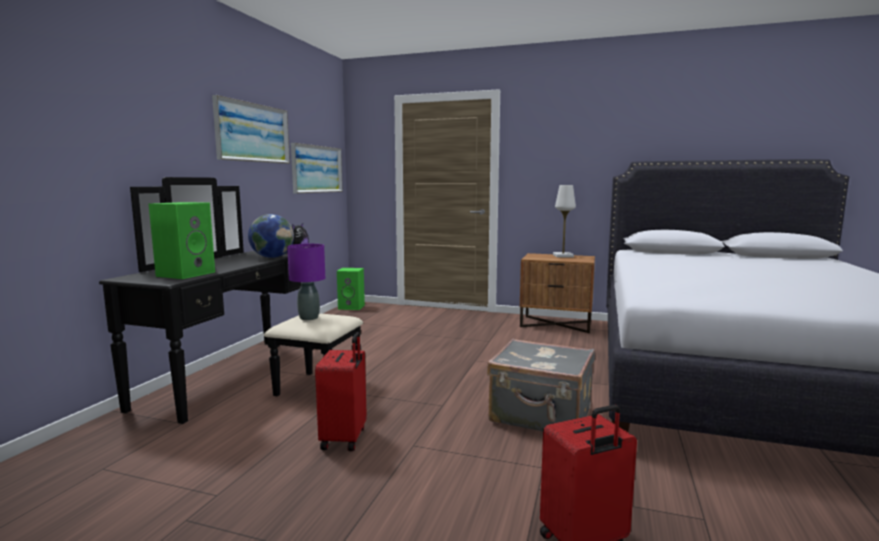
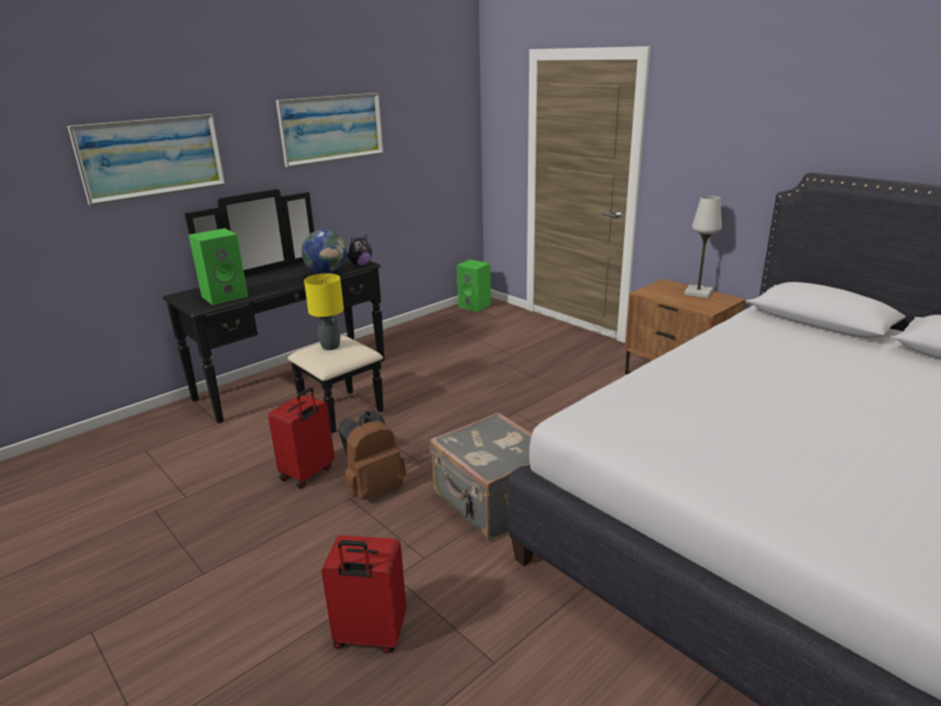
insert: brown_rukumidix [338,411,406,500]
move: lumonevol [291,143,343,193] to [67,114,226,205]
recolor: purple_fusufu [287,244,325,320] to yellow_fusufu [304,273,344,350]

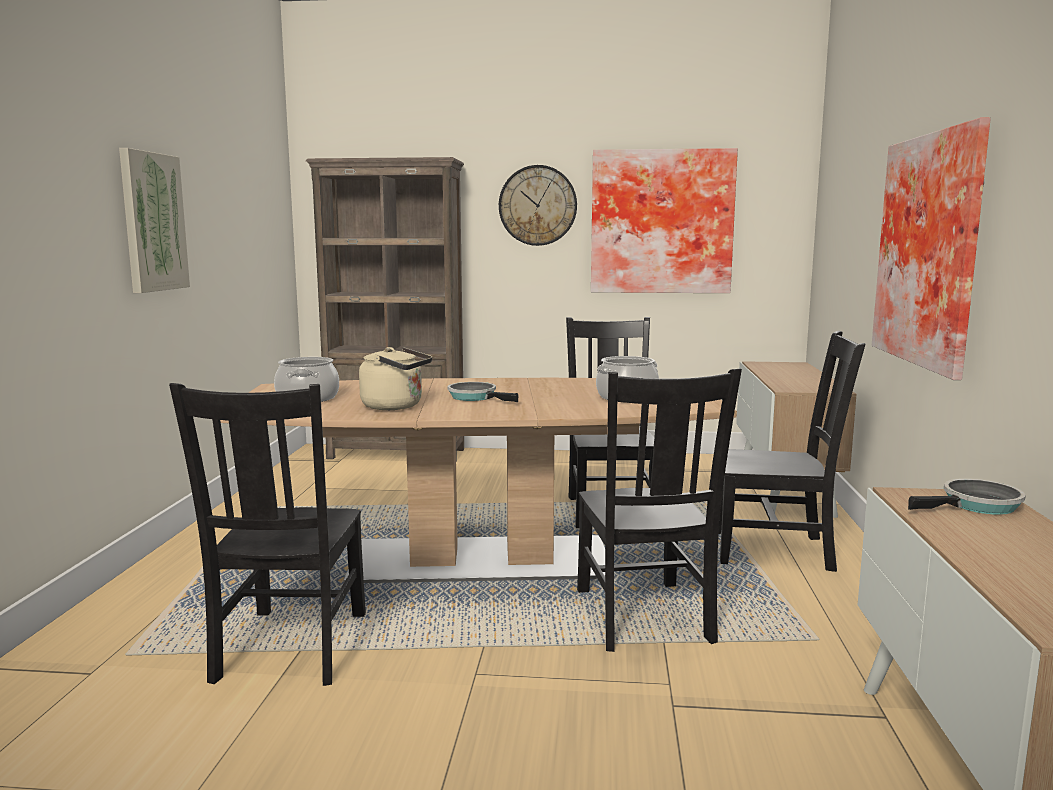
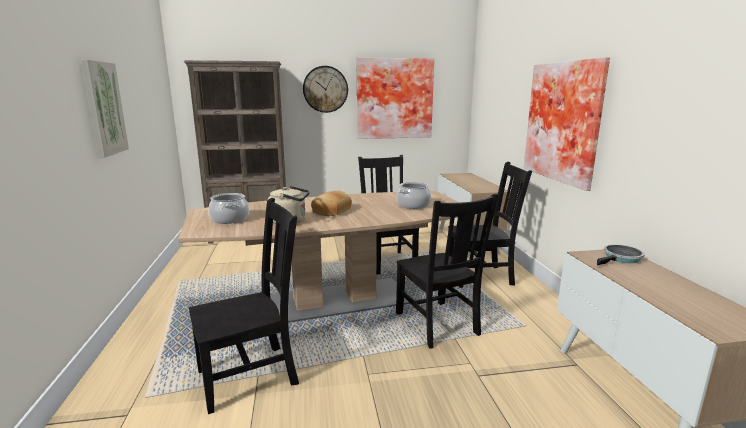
replace: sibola [448,382,518,402] to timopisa [311,190,352,216]
rotate: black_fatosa [169,383,366,686] = [189,198,299,414] 105 degrees counterclockwise

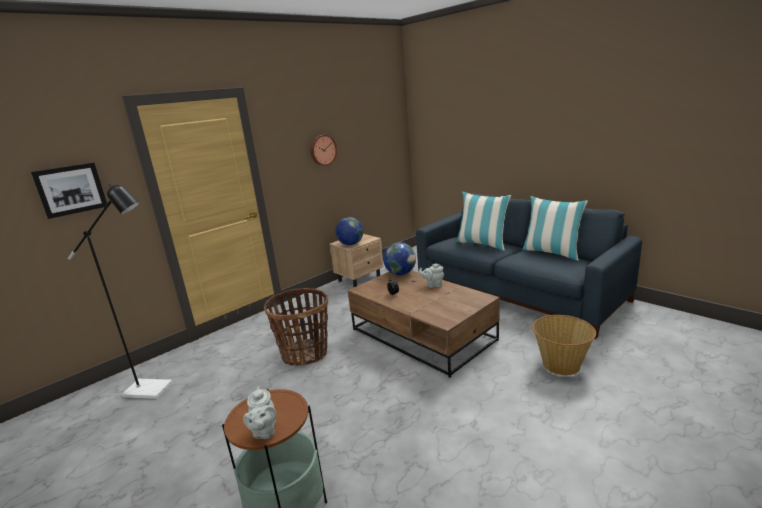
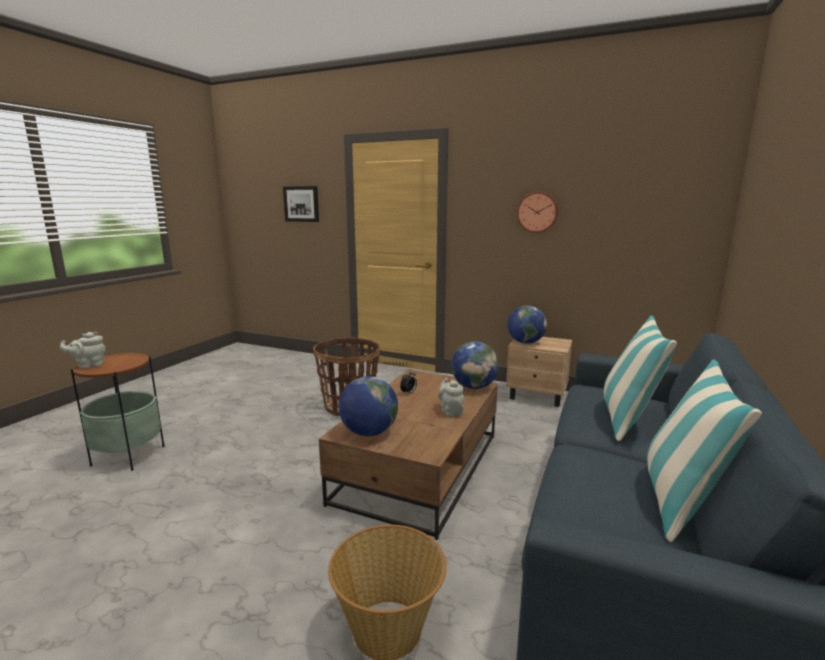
delete: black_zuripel [68,183,172,399]
insert: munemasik [339,376,398,436]

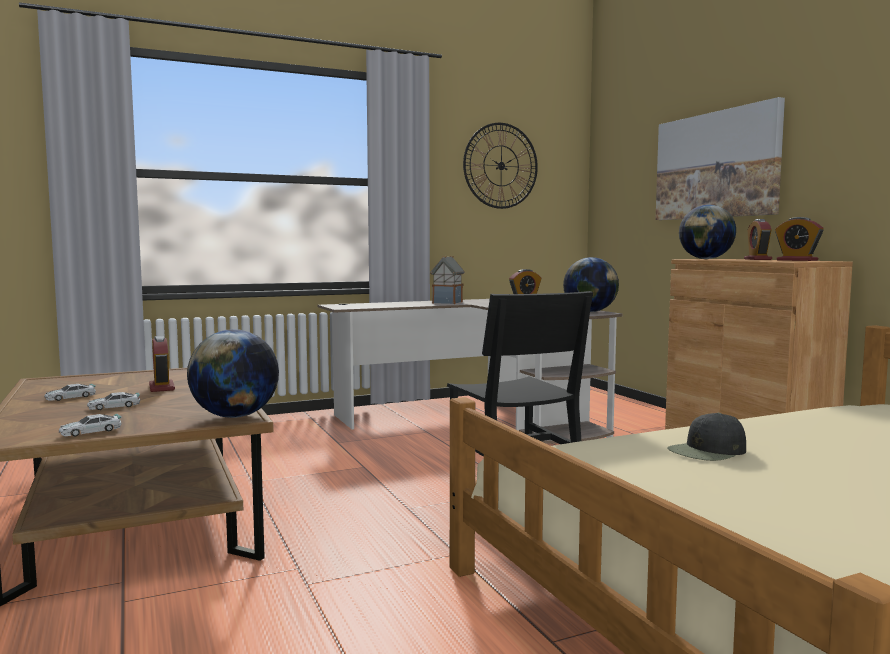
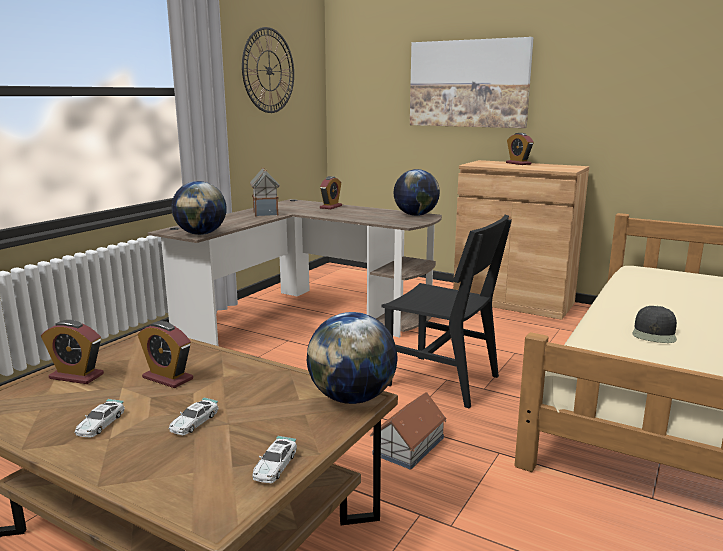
insert: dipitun [370,392,447,470]
move: munemasik [679,205,736,259] to [171,181,227,235]; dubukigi [775,217,824,261] to [41,320,104,384]

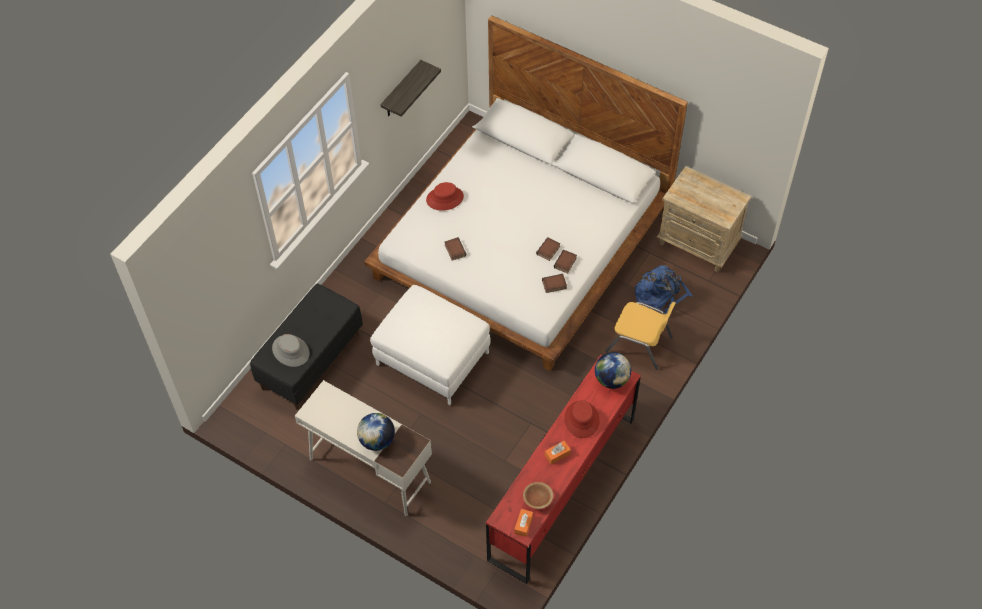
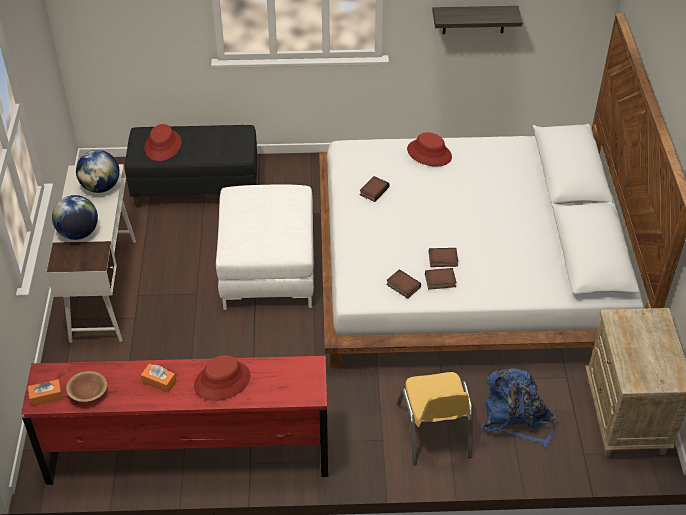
move: munemasik [595,352,631,389] to [76,150,120,193]
recolor: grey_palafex [272,334,309,367] to red_palafex [144,124,181,161]

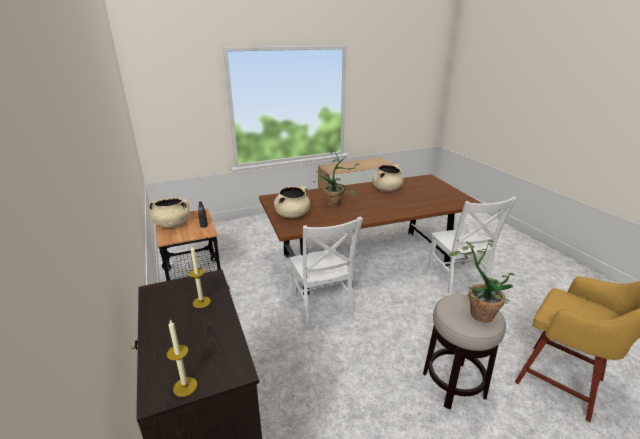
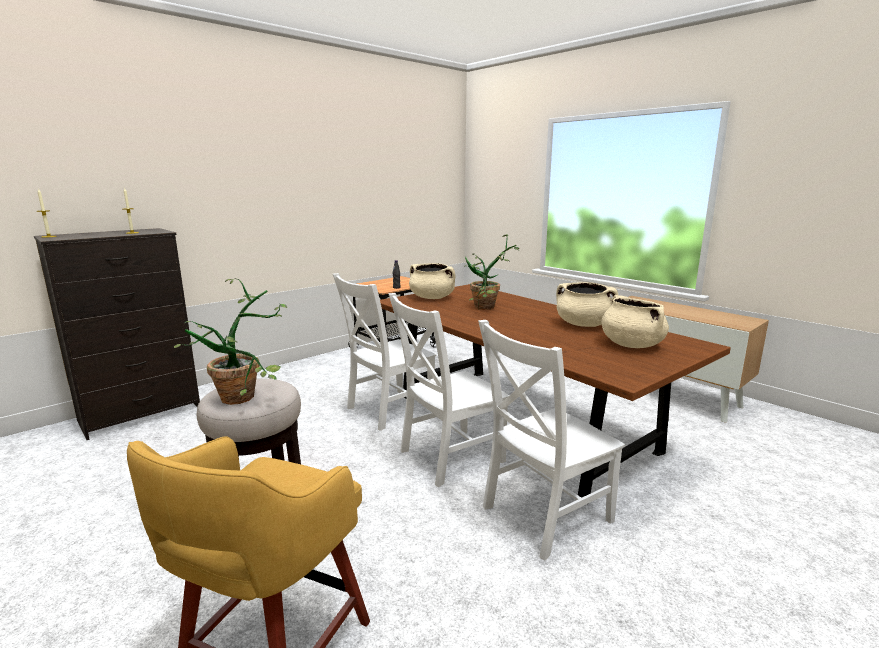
insert: white_fatosa [388,293,509,487]
move: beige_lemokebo [148,198,190,228] to [601,295,669,348]

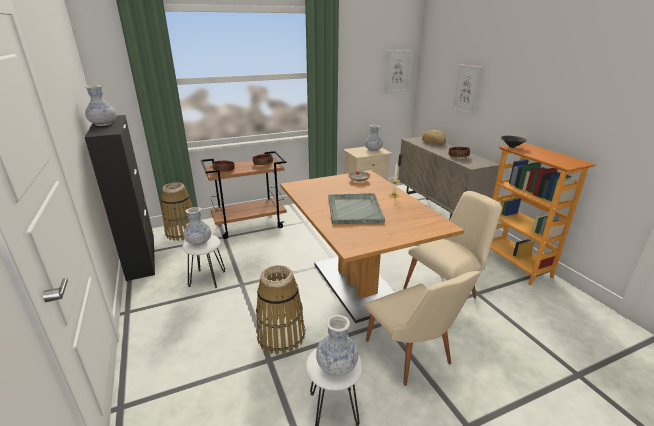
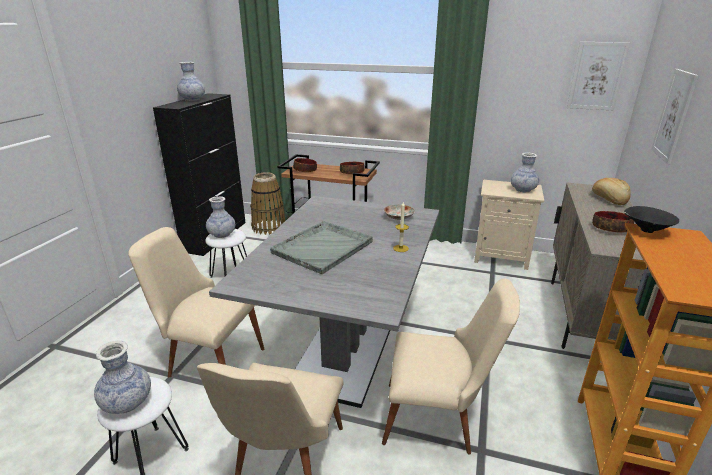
replace: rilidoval [256,265,305,355] to beige_fatosa [128,227,264,377]
recolor: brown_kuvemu [280,170,464,323] to grey_kuvemu [209,196,439,408]

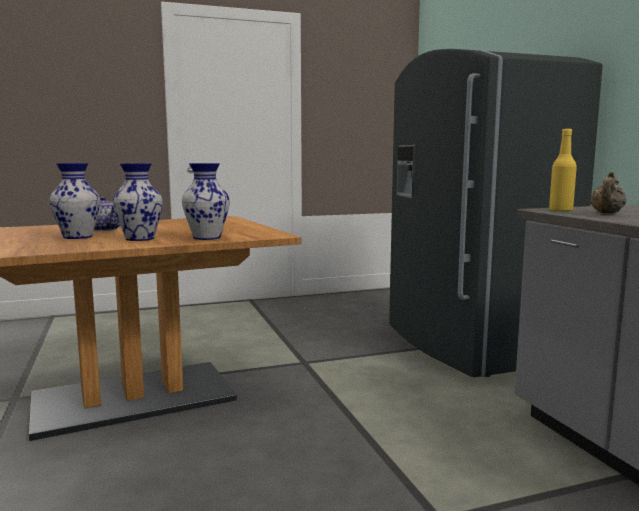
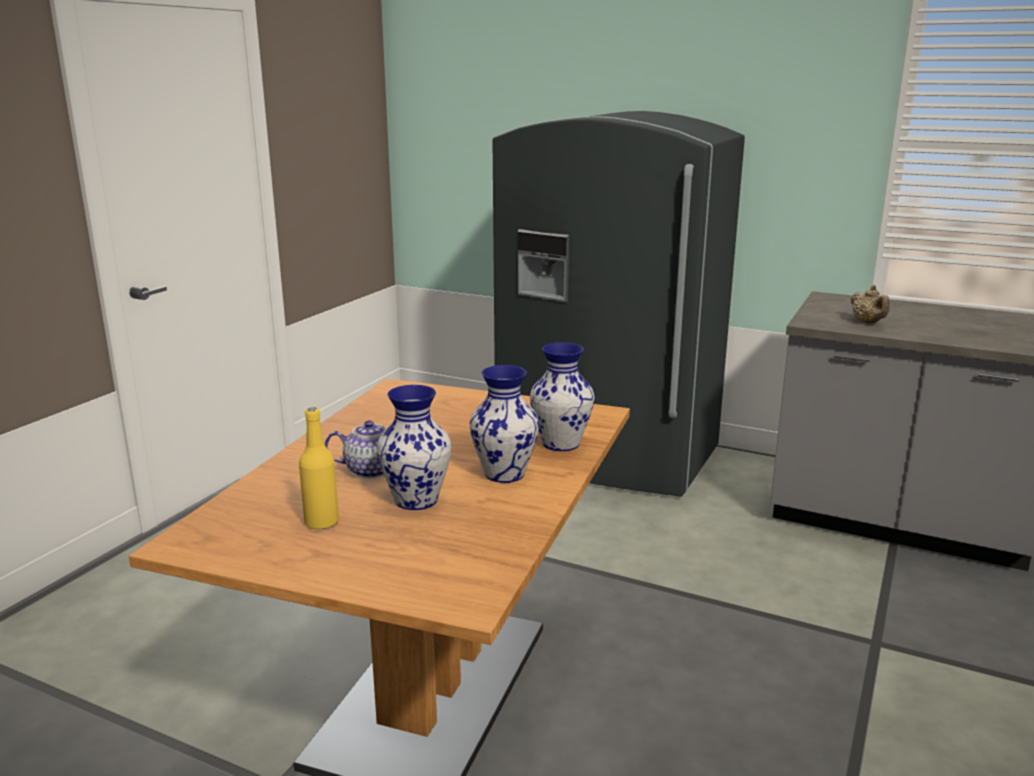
move: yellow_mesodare [549,129,577,212] to [299,407,339,530]

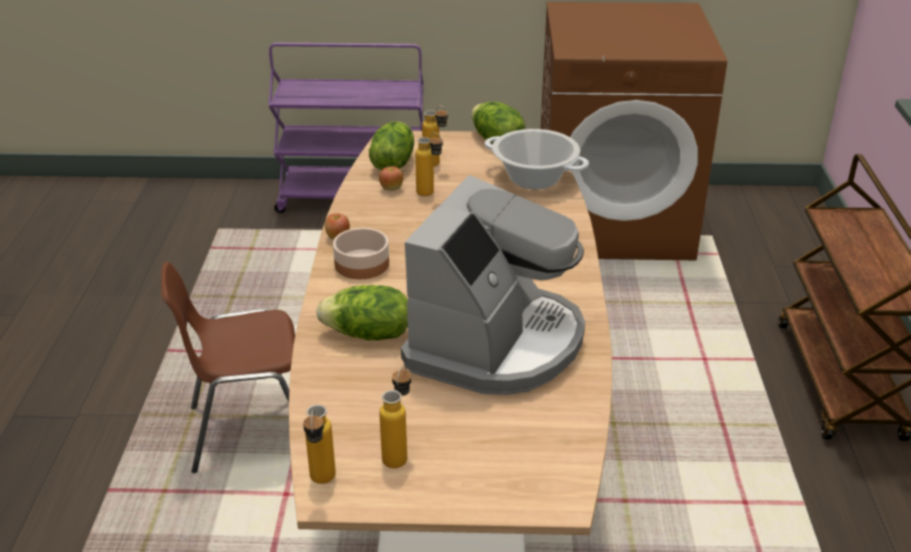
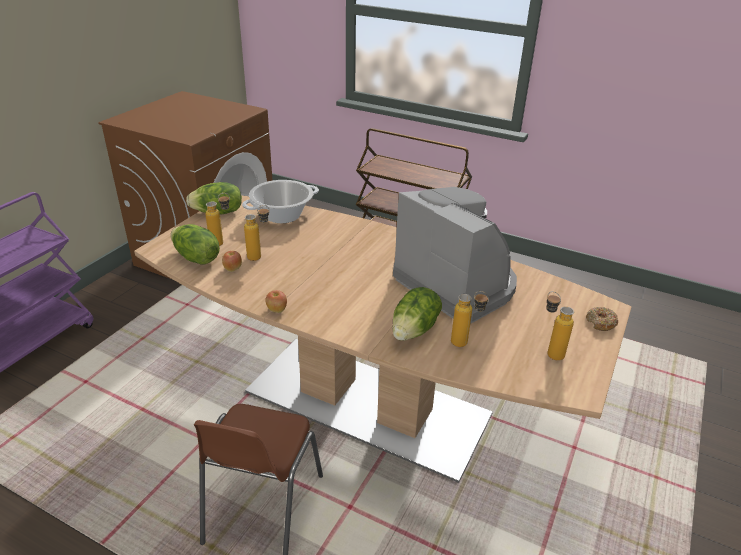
delete: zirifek [333,228,389,279]
insert: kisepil [586,307,618,331]
move: mesodare [303,405,336,484] to [451,291,489,347]

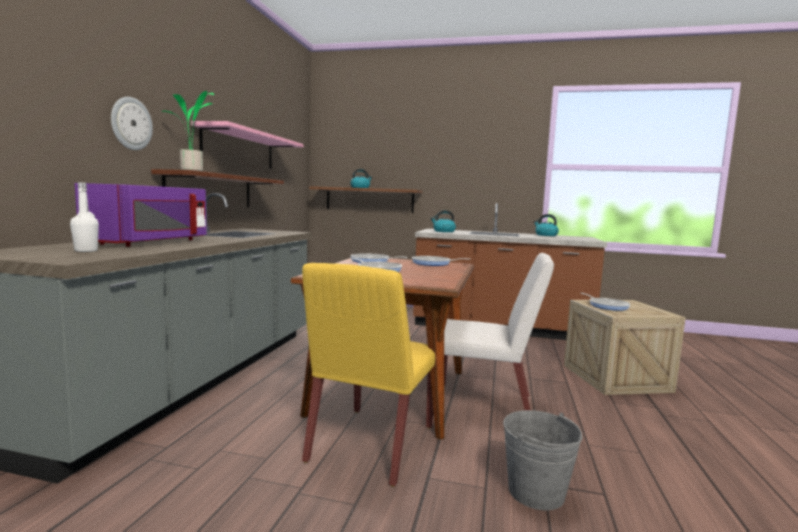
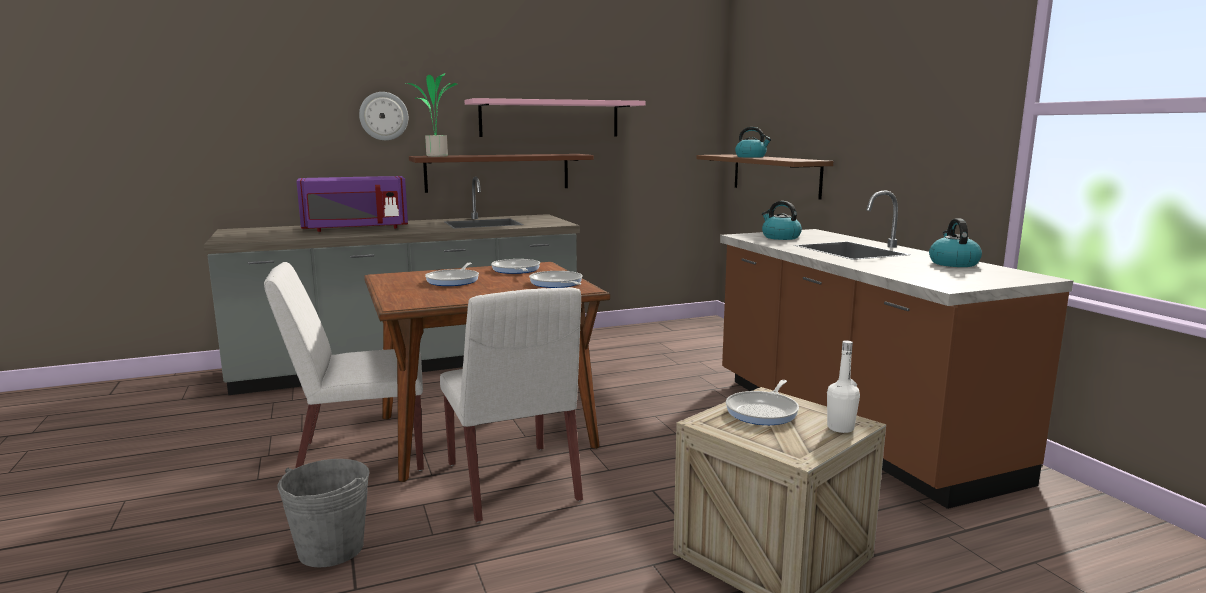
move: white_mesodare [70,182,99,252] to [827,340,860,433]
recolor: yellow_fatosa [302,263,435,487] to white_fatosa [264,262,424,471]

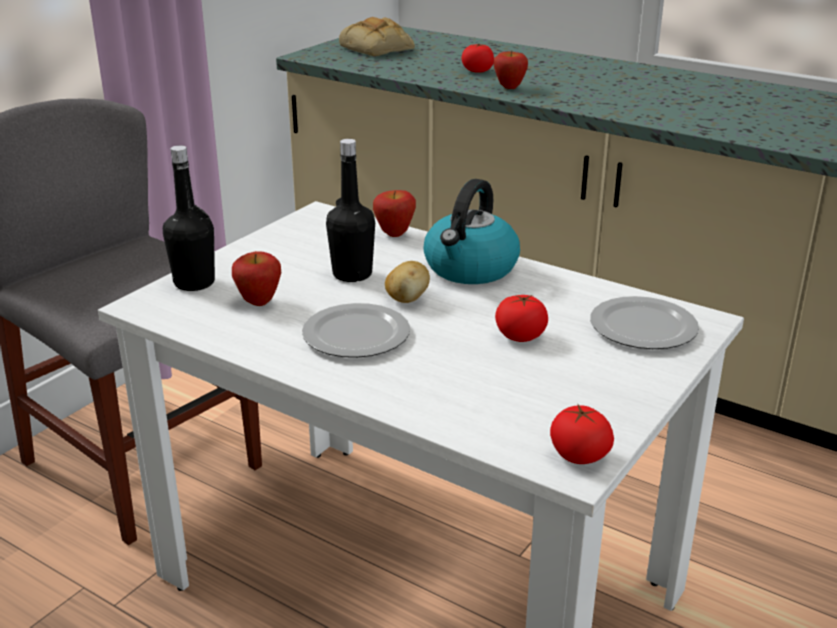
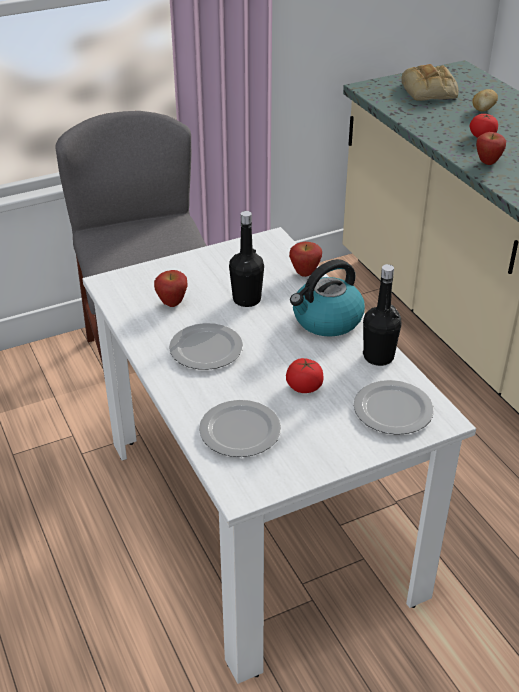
delete: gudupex [550,405,614,464]
insert: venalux [199,400,281,457]
move: black_mesodare [163,145,215,291] to [363,264,402,366]; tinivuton [385,261,430,303] to [472,89,498,111]

